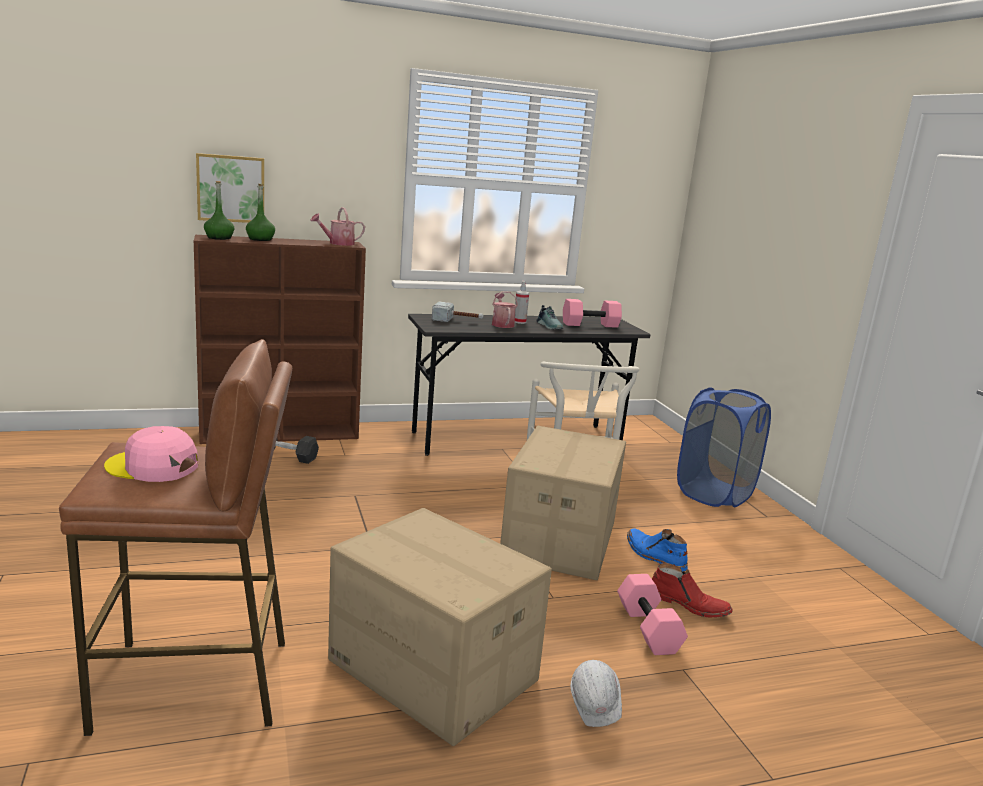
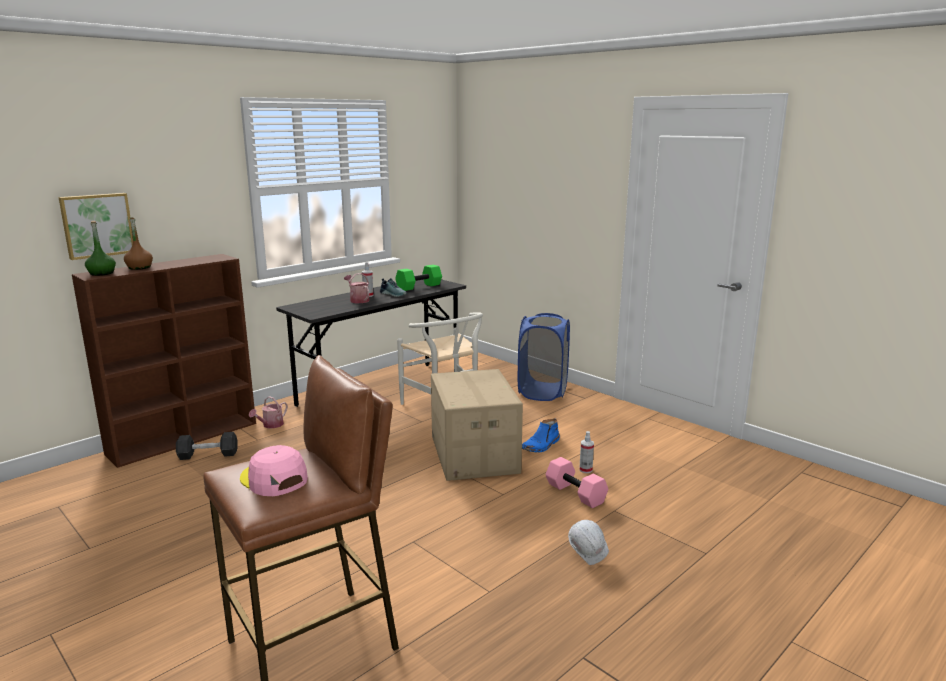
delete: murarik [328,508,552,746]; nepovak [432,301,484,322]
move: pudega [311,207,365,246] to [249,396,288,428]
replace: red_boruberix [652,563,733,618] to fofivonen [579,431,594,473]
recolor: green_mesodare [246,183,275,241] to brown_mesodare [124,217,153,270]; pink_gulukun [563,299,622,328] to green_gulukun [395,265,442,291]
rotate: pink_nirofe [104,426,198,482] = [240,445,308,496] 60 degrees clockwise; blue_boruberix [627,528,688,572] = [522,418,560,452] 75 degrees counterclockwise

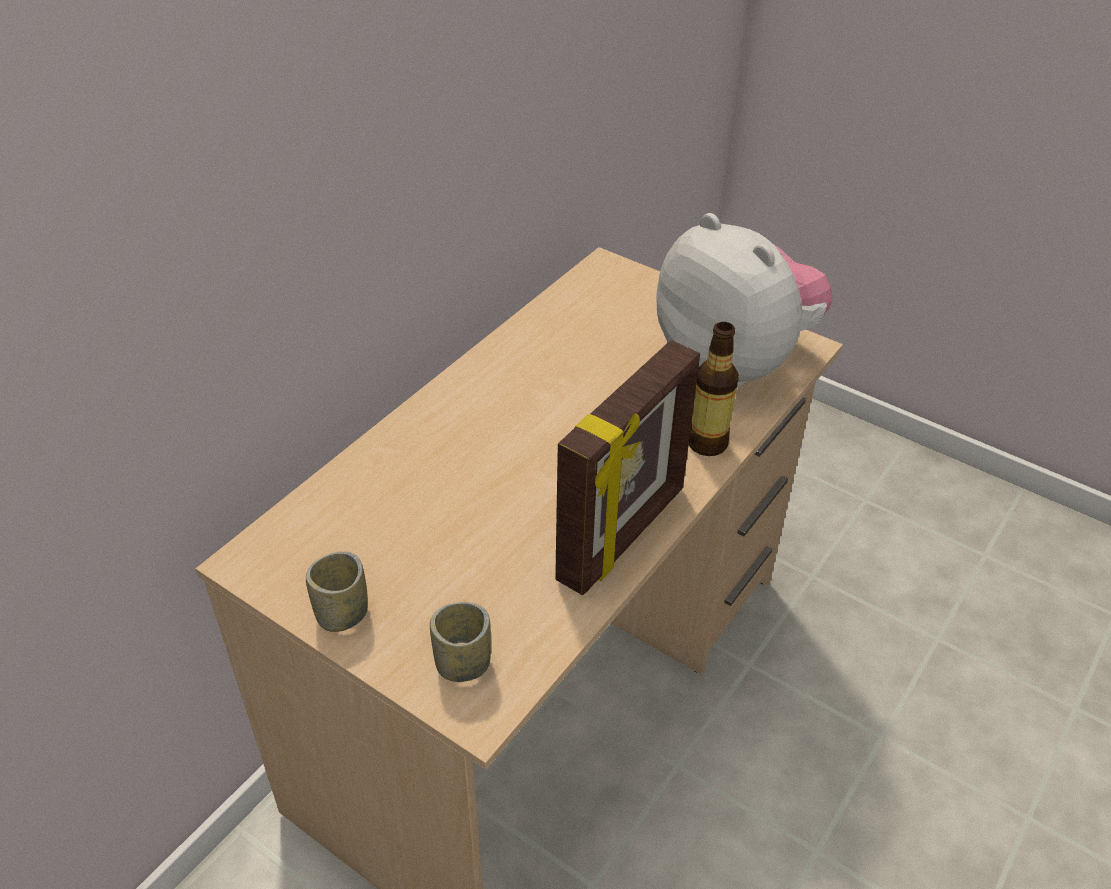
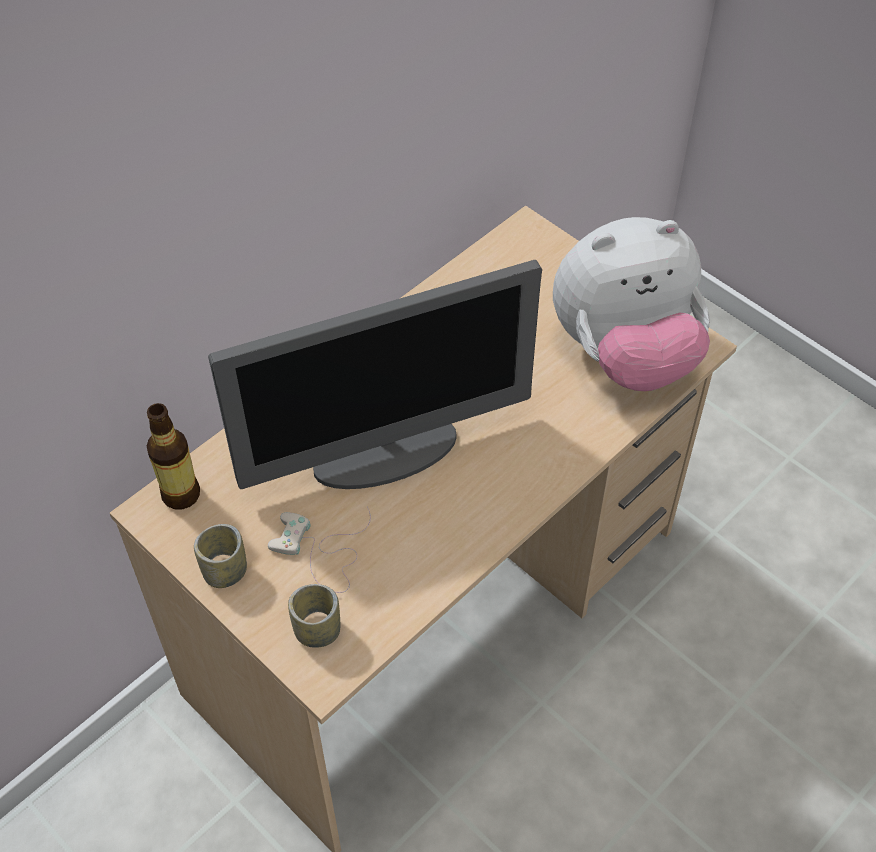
delete: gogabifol [555,340,700,595]
insert: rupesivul [208,260,542,489]; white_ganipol [268,507,371,593]
move: mesodare [689,322,739,456] to [147,403,200,510]
rotate: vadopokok [656,213,833,387] = [553,217,710,391] 105 degrees clockwise

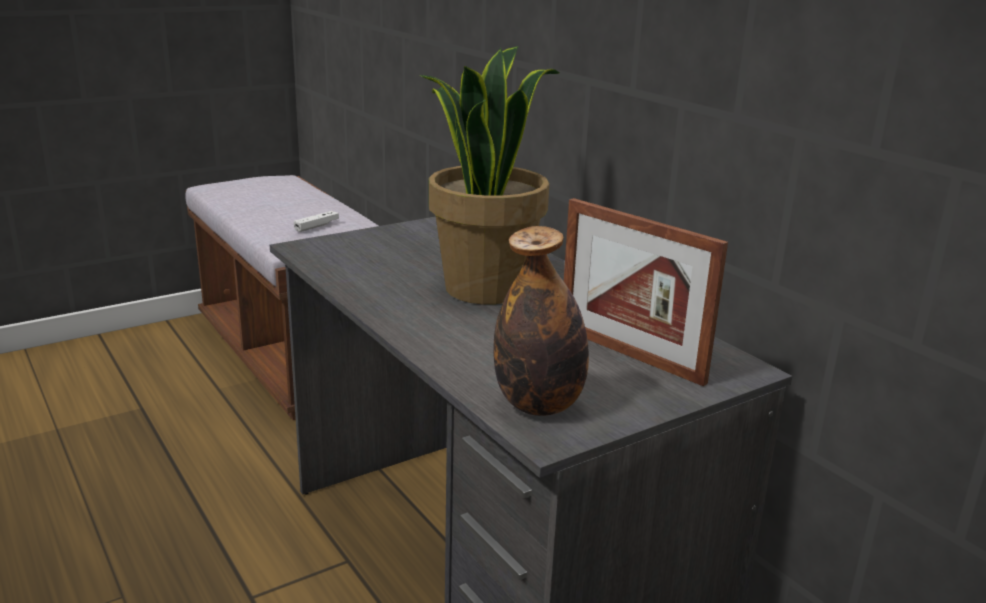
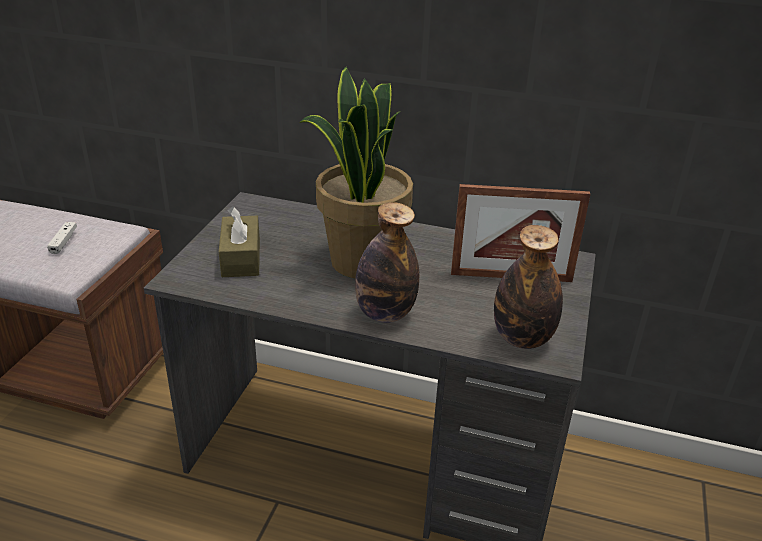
insert: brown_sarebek [219,206,260,277]; mesodare [355,202,419,323]

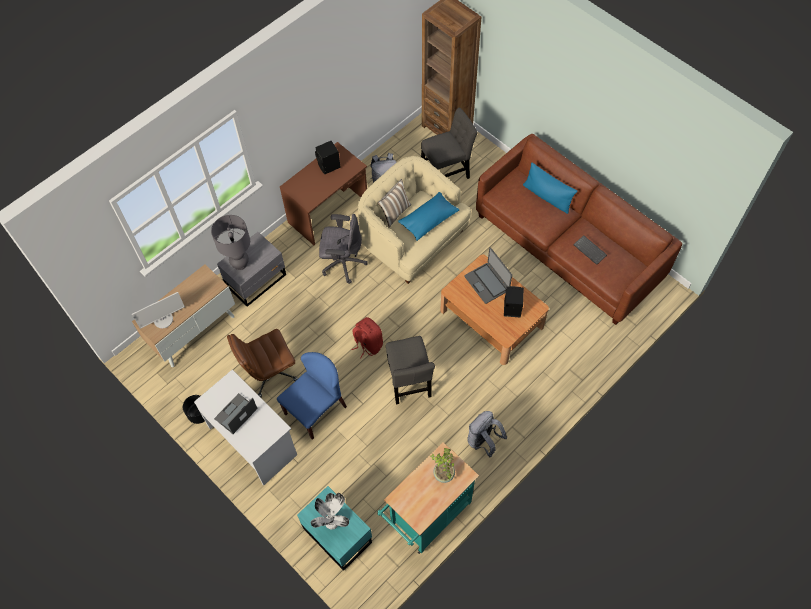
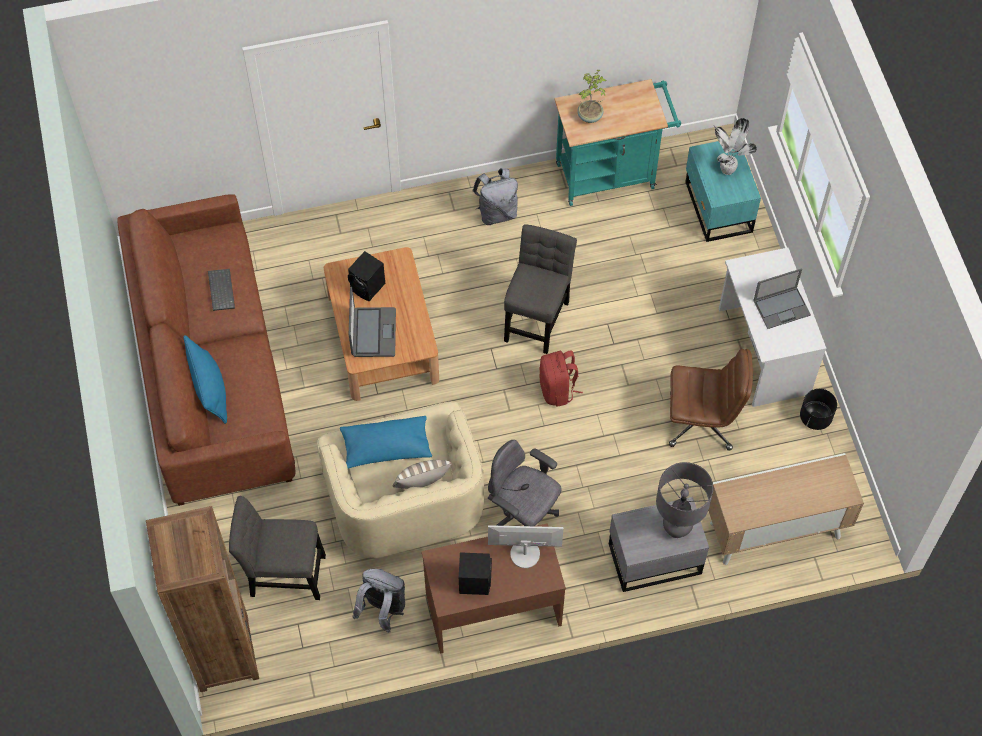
delete: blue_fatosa [277,352,347,440]
move: rupesivul [132,292,185,329] to [488,525,564,568]

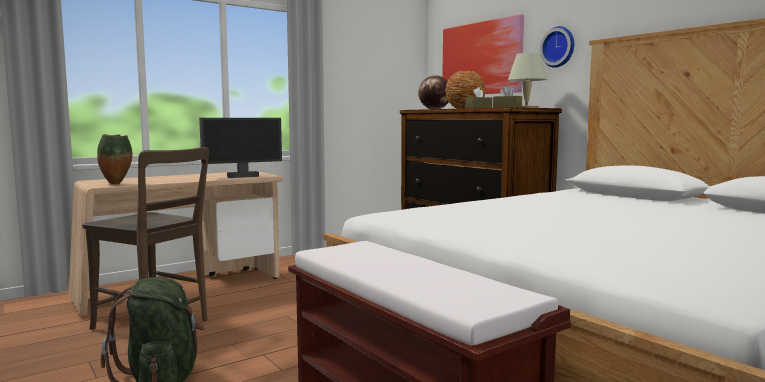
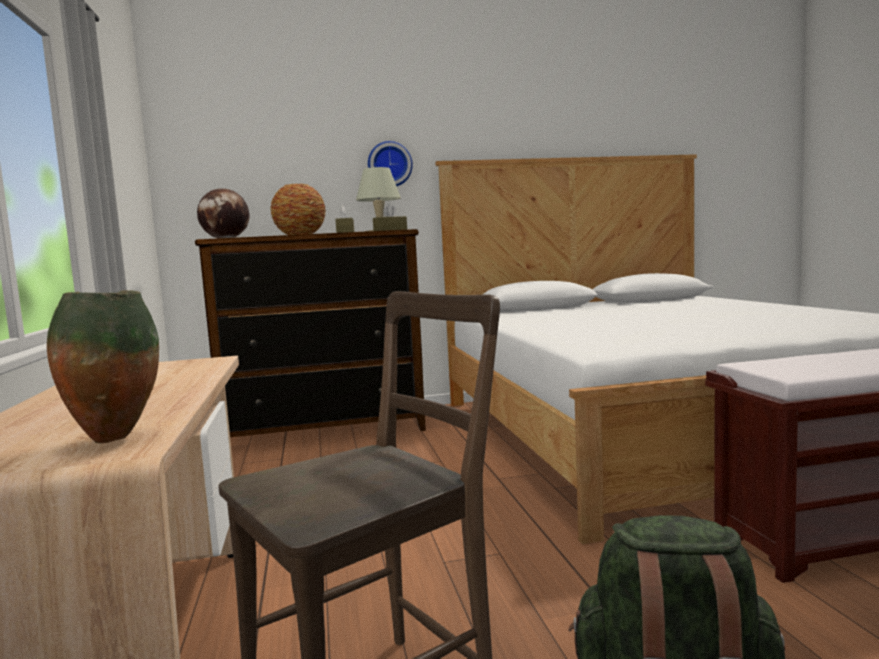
delete: rupesivul [199,118,282,178]; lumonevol [442,14,524,94]

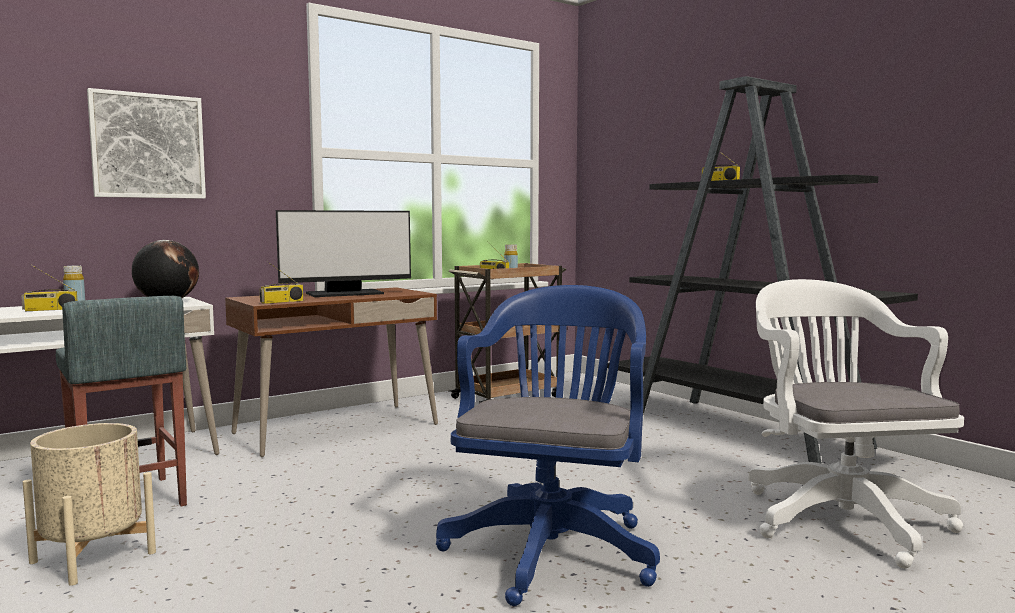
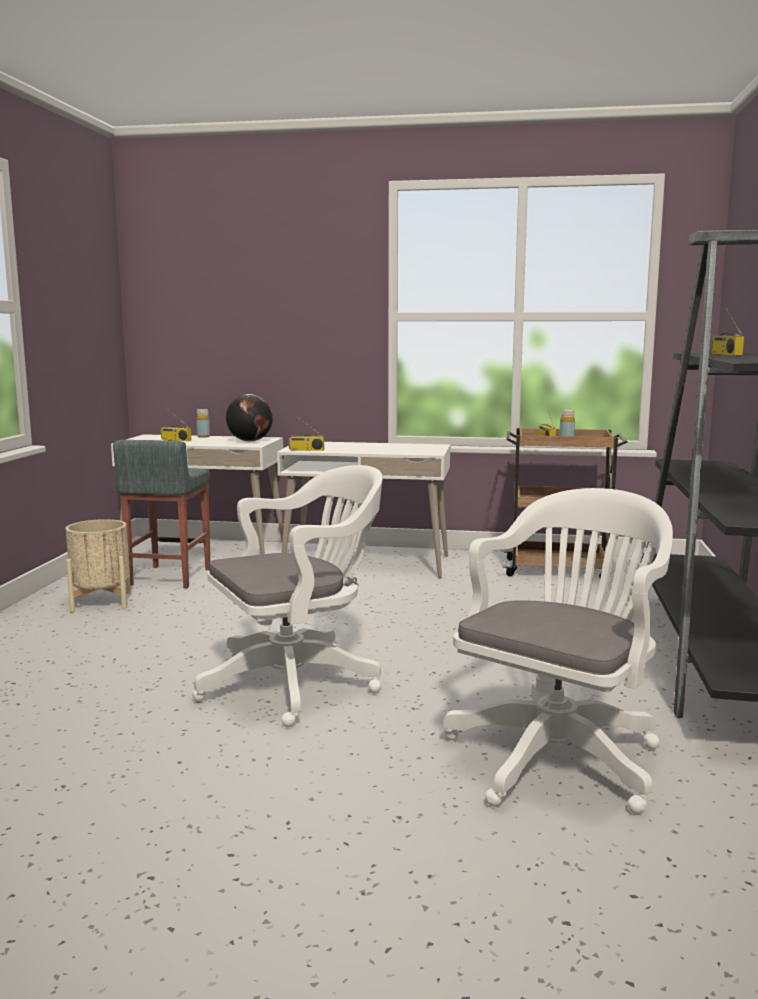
delete: lumonevol [87,88,206,199]; rupesivul [276,210,411,297]
recolor: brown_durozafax [225,287,438,457] to white_durozafax [277,442,450,578]; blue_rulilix [436,285,660,606] to white_rulilix [192,465,383,727]

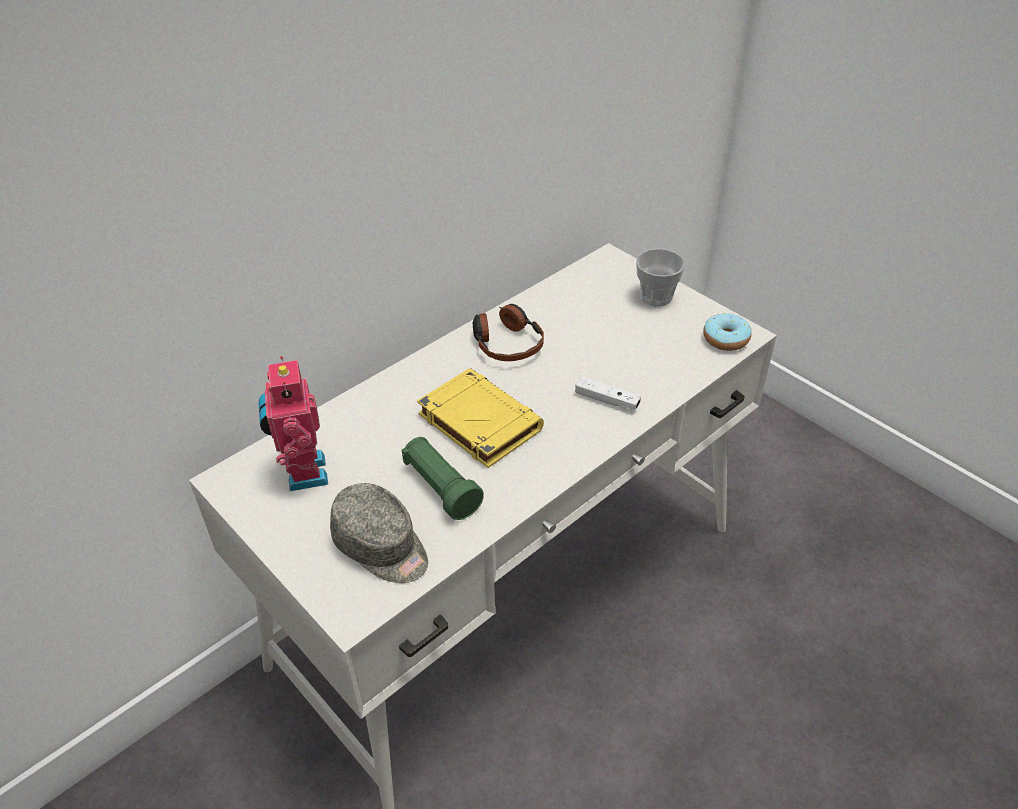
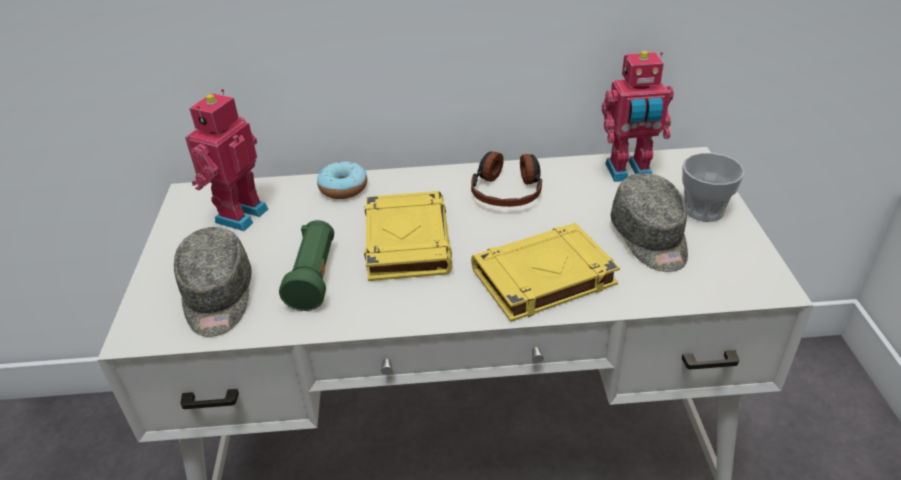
insert: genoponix [602,51,674,182]; grey_nirofe [610,173,688,272]
move: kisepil [703,313,752,351] to [317,162,367,199]
replace: white_ganipol [575,376,641,410] to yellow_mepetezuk [471,223,620,322]

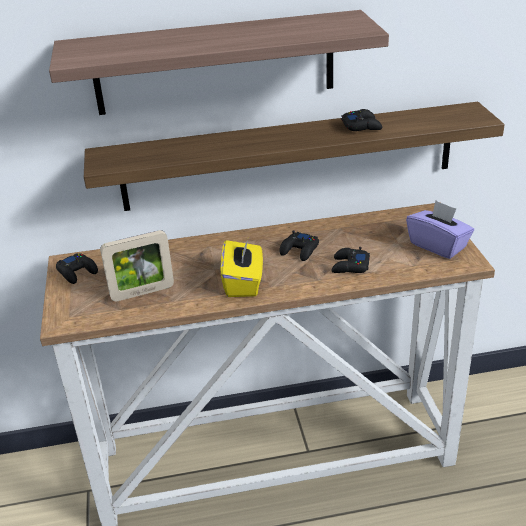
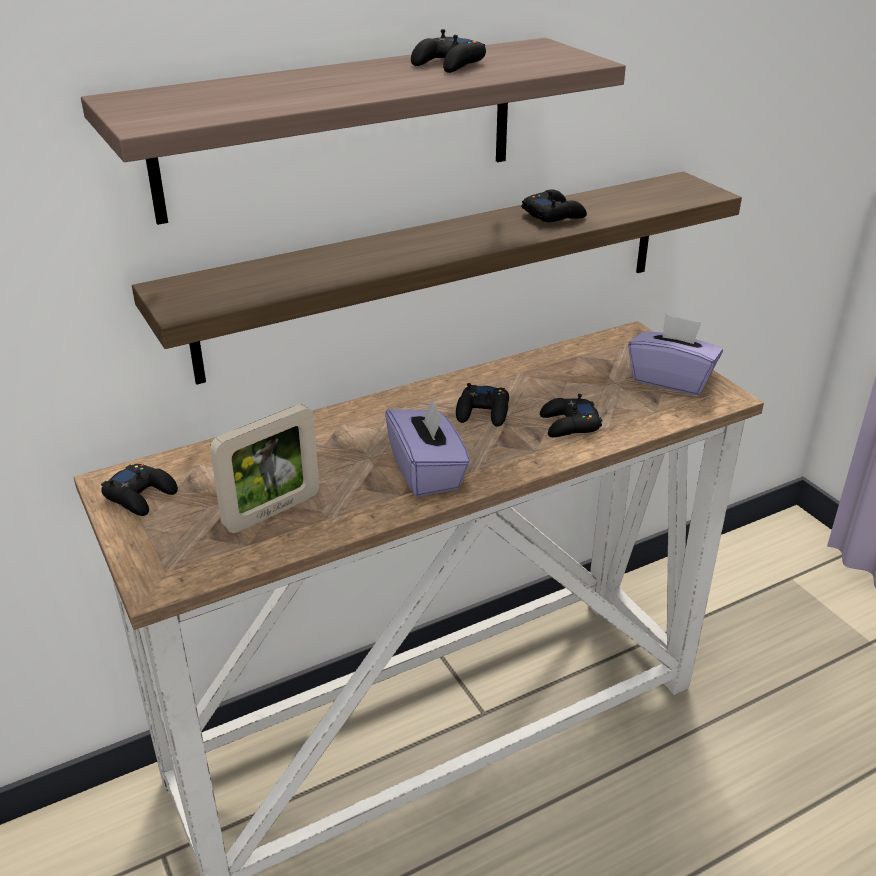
insert: black_ganipol [411,29,486,73]
recolor: yellow_sarebek [220,236,263,297] to purple_sarebek [385,397,470,497]

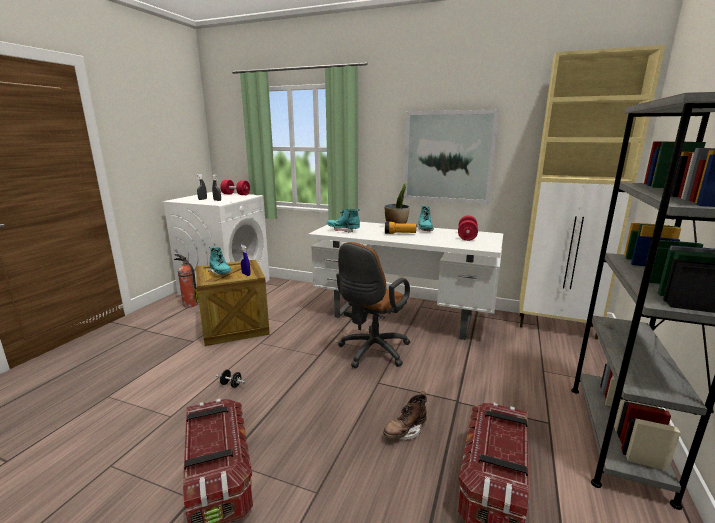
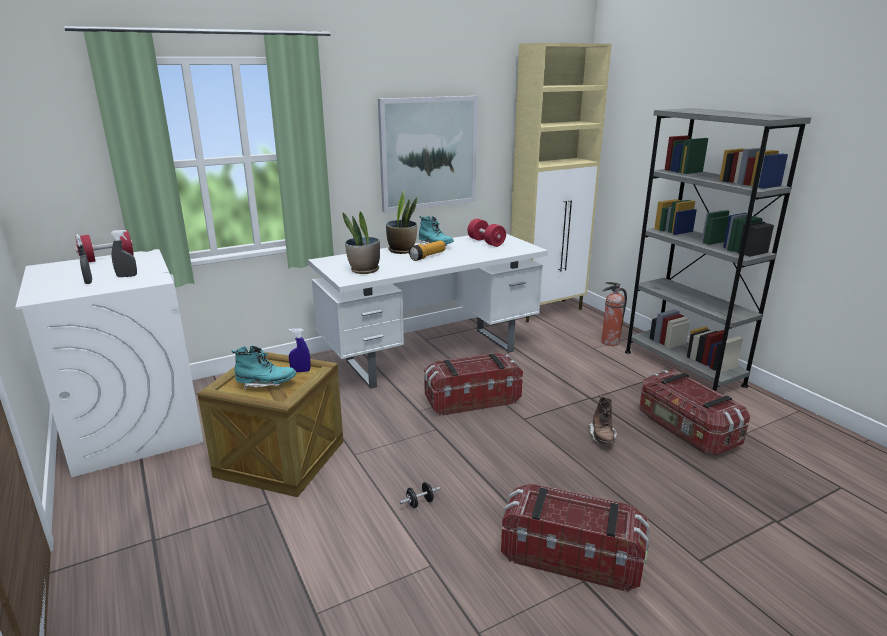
move: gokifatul [174,254,199,308] to [601,282,627,346]
replace: turquoise_boruberix [326,209,360,233] to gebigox [343,211,380,274]; brown_rulilix [336,242,410,368] to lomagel [424,353,523,416]

